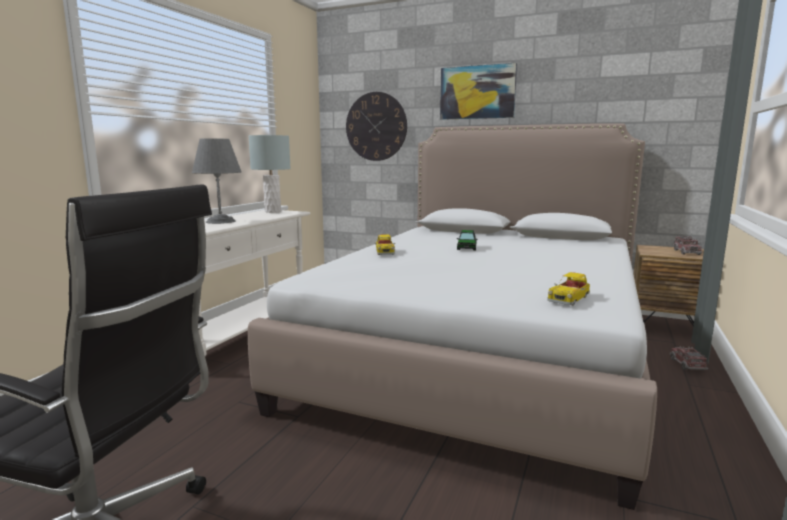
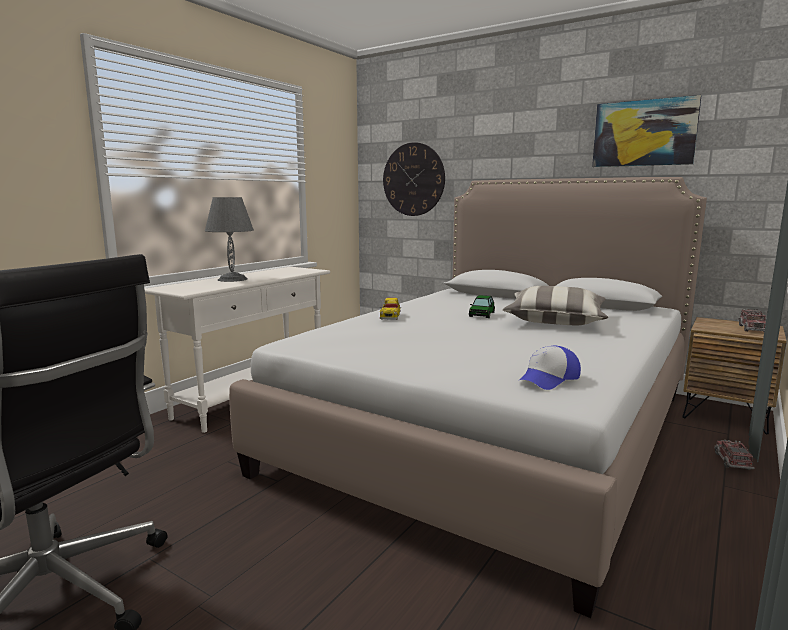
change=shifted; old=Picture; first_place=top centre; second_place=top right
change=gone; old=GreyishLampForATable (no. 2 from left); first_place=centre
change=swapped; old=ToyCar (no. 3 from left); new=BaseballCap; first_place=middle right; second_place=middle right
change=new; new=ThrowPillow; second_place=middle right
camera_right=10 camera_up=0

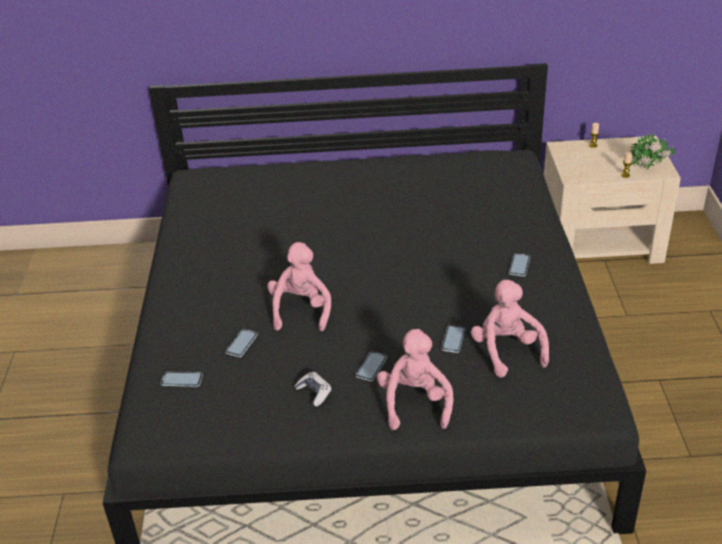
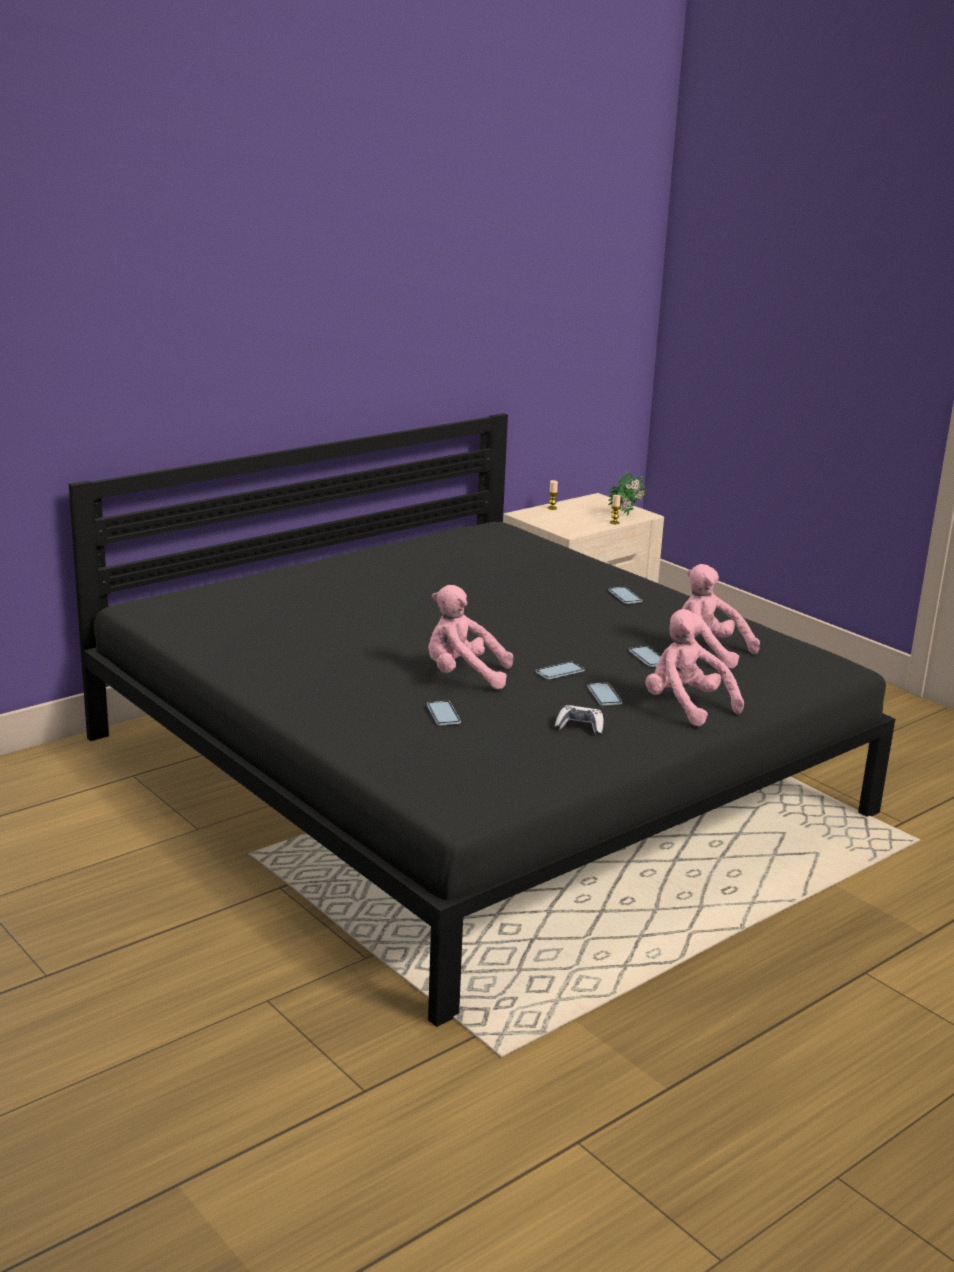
change=rotated; old=PinkishSoftToy (no. 1 from left); first_place=centre; second_place=centre; degrees=-45
change=shifted; old=Phone (no. 1 from left in the first image); new=Phone (no. 2 from left); first_place=bottom left; second_place=centre
camera_right=-40 camera_up=-15

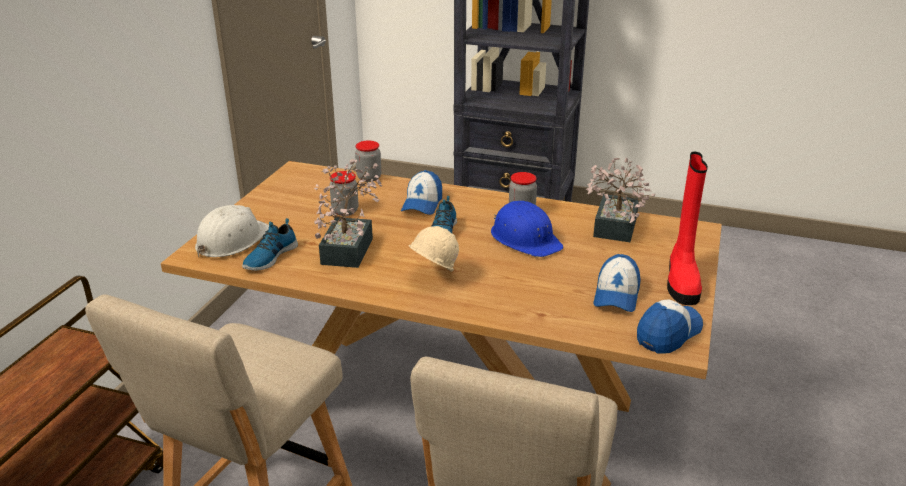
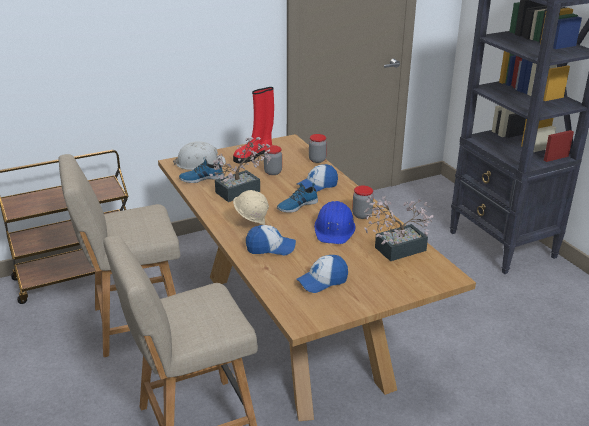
change=shifted; old=ReddishBoot; first_place=middle right; second_place=top centre
change=shifted; old=BaseballCap (no. 3 from left in the first image); new=BaseballCap (no. 1 from left); first_place=bottom right; second_place=centre
camera_right=45 camera_up=0

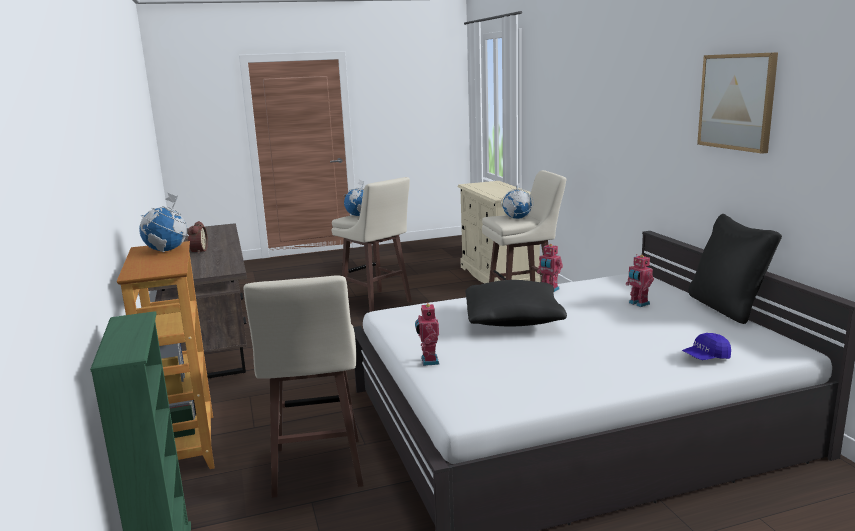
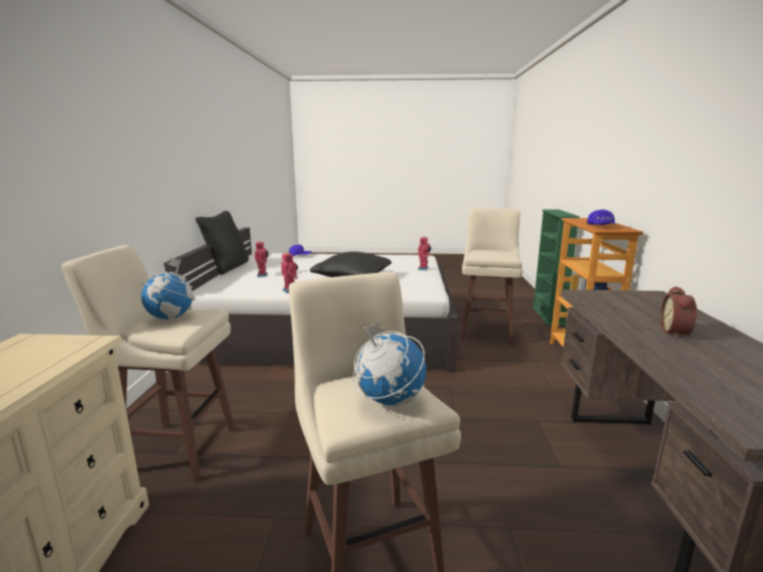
change=gone; old=Picture; first_place=top right
change=swapped; old=DeskGlobe (no. 1 from left); new=BlueColouredBaseballCap (no. 2 from left); first_place=middle left; second_place=middle right
camera_right=-160 camera_up=0

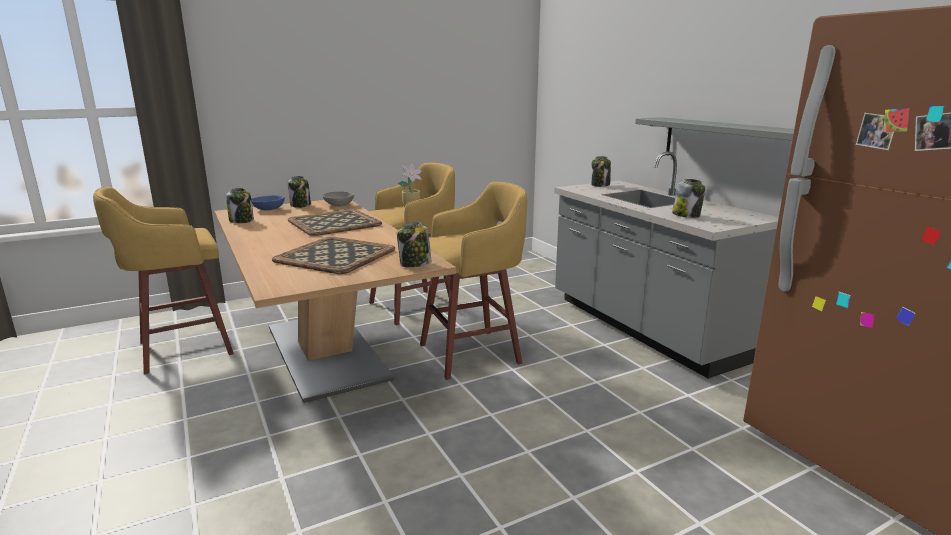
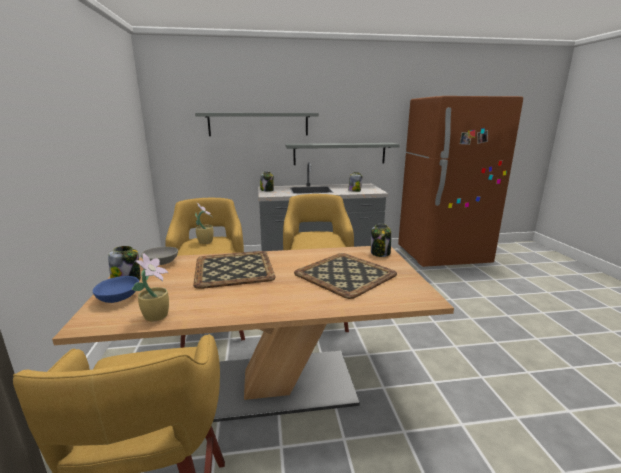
change=swapped; old=PreserveJar (no. 1 from left); new=PlantInAPot (no. 1 from left); first_place=middle left; second_place=middle left
change=new; new=GreyishWallShelf (no. 1 from left); second_place=top centre
camera_right=-70 camera_up=0

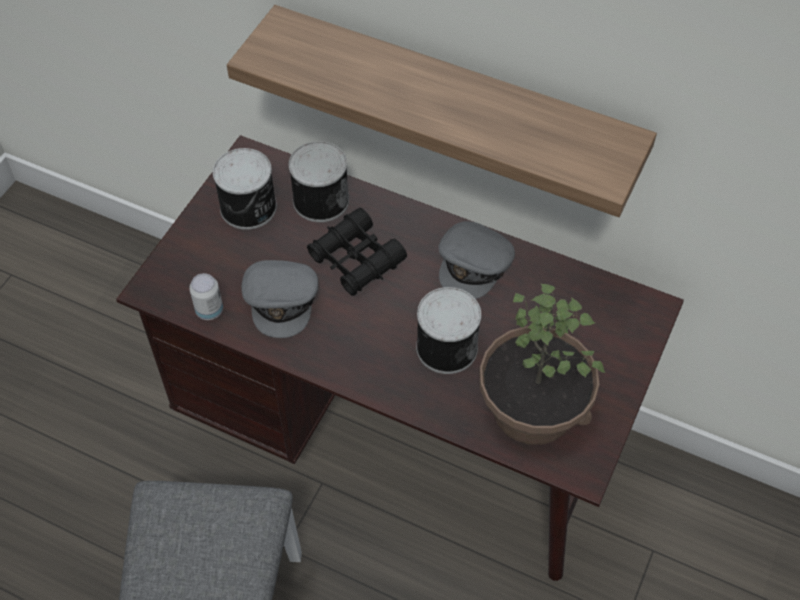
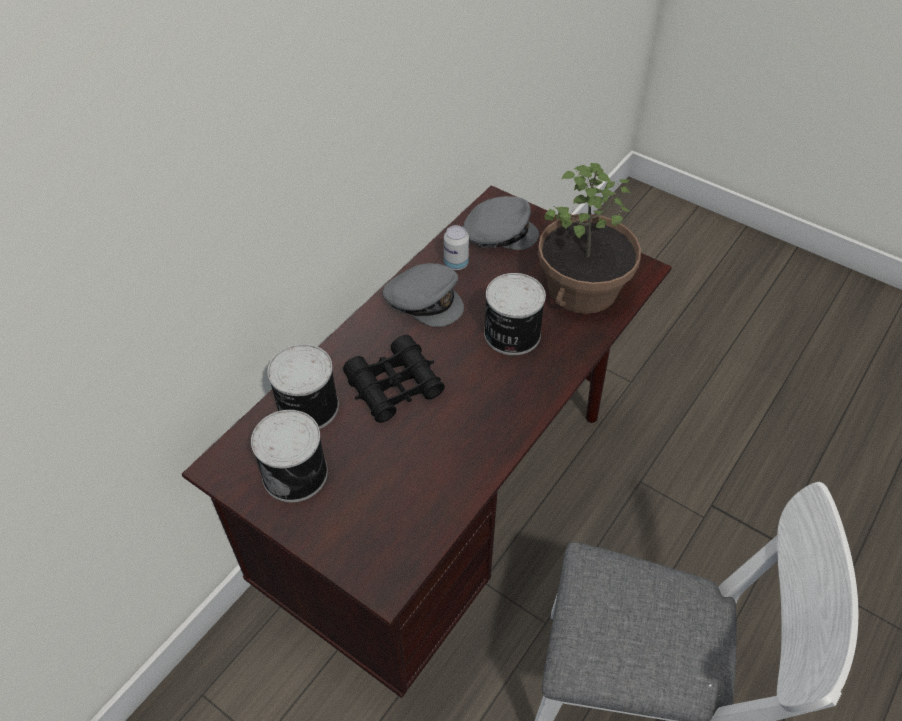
change=gone; old=WallShelf; first_place=top centre
change=shifted; old=GreyishBaseballCap (no. 1 from left in the first image); new=GreyishBaseballCap (no. 2 from left); first_place=centre; second_place=top centre
change=shifted; old=SealedCan (no. 1 from left in the first image); new=SealedCan (no. 3 from left); first_place=middle left; second_place=centre
camera_right=-80 camera_up=-5

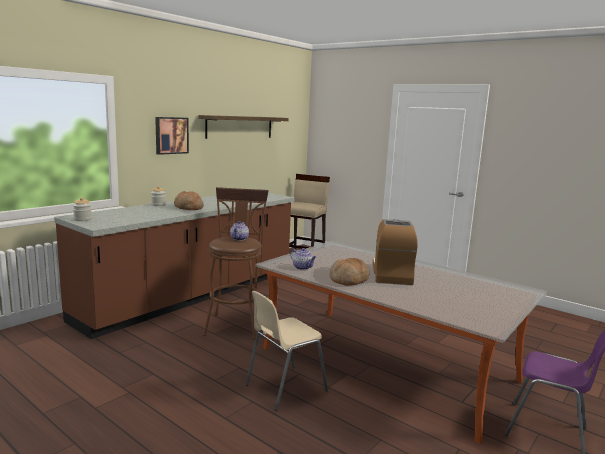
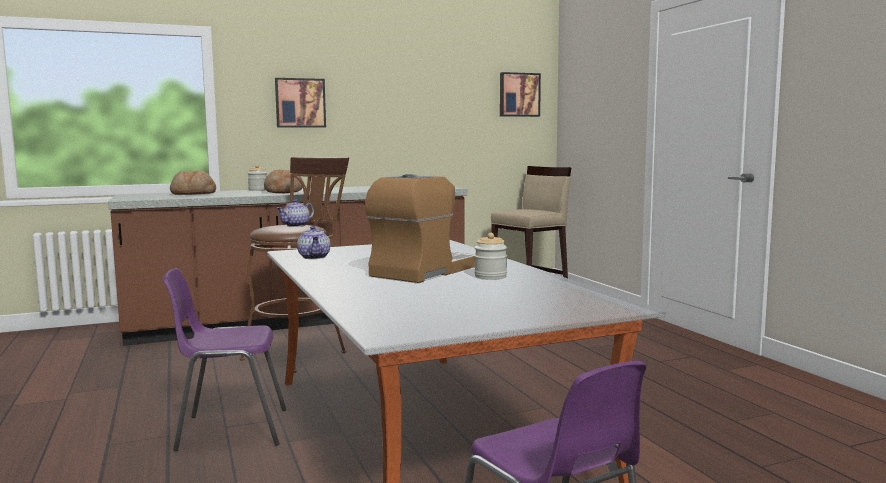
change=gone; old=WallShelf; first_place=top centre
change=shifted; old=PreserveJar (no. 1 from left in the first image); new=PreserveJar (no. 2 from left); first_place=middle left; second_place=centre
change=shifted; old=BakedBread (no. 2 from left in the first image); new=BakedBread (no. 1 from left); first_place=centre; second_place=middle left
change=repainted; old=BeigeColouredUprightChair; new=PurpleUprightChair (no. 1 from left); first_place=bottom centre; second_place=bottom left
change=new; new=Picture (no. 2 from left); second_place=top centre
camera_right=30 camera_up=-5

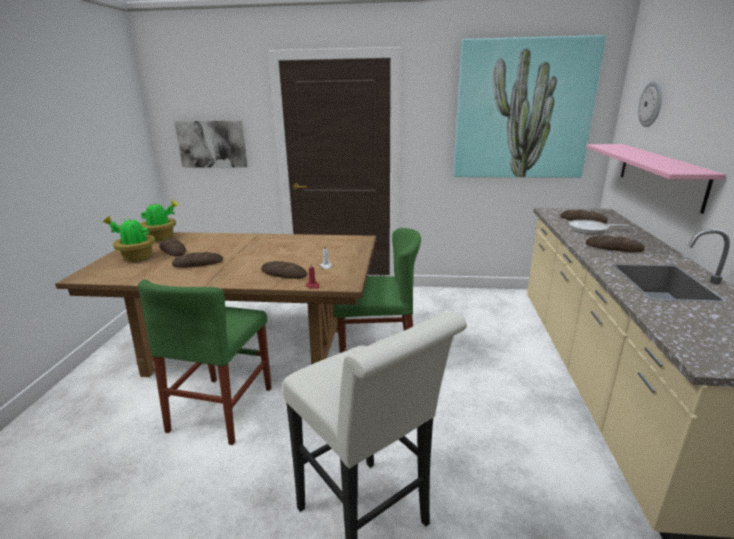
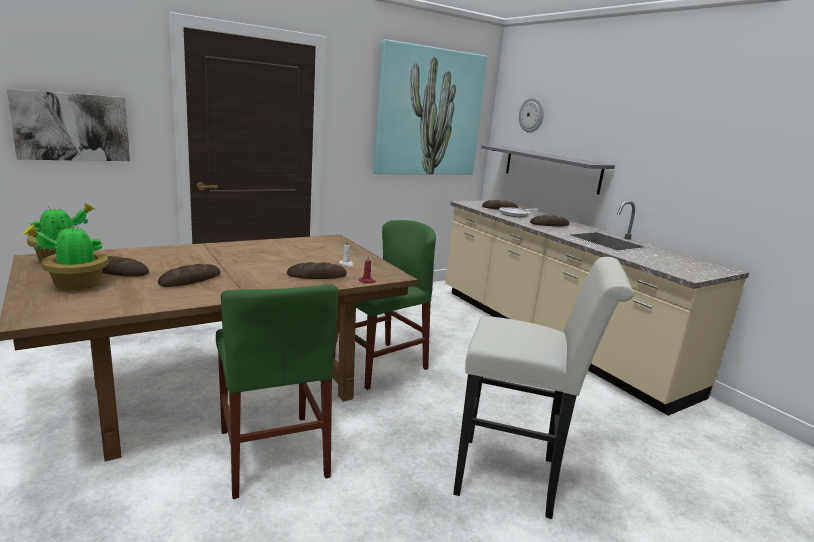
change=repainted; old=PinkishWallShelf; new=GreyishWallShelf; first_place=top right; second_place=top right
camera_right=-40 camera_up=-5

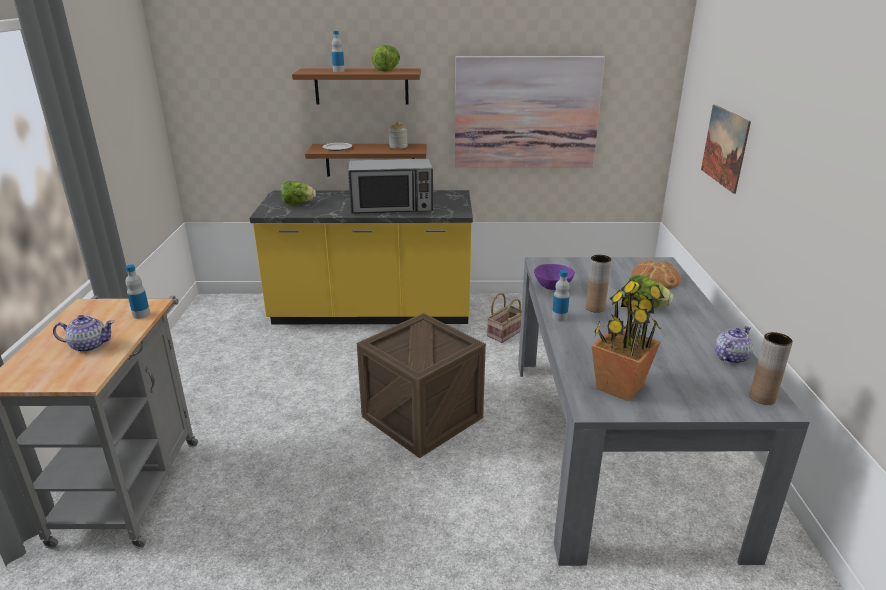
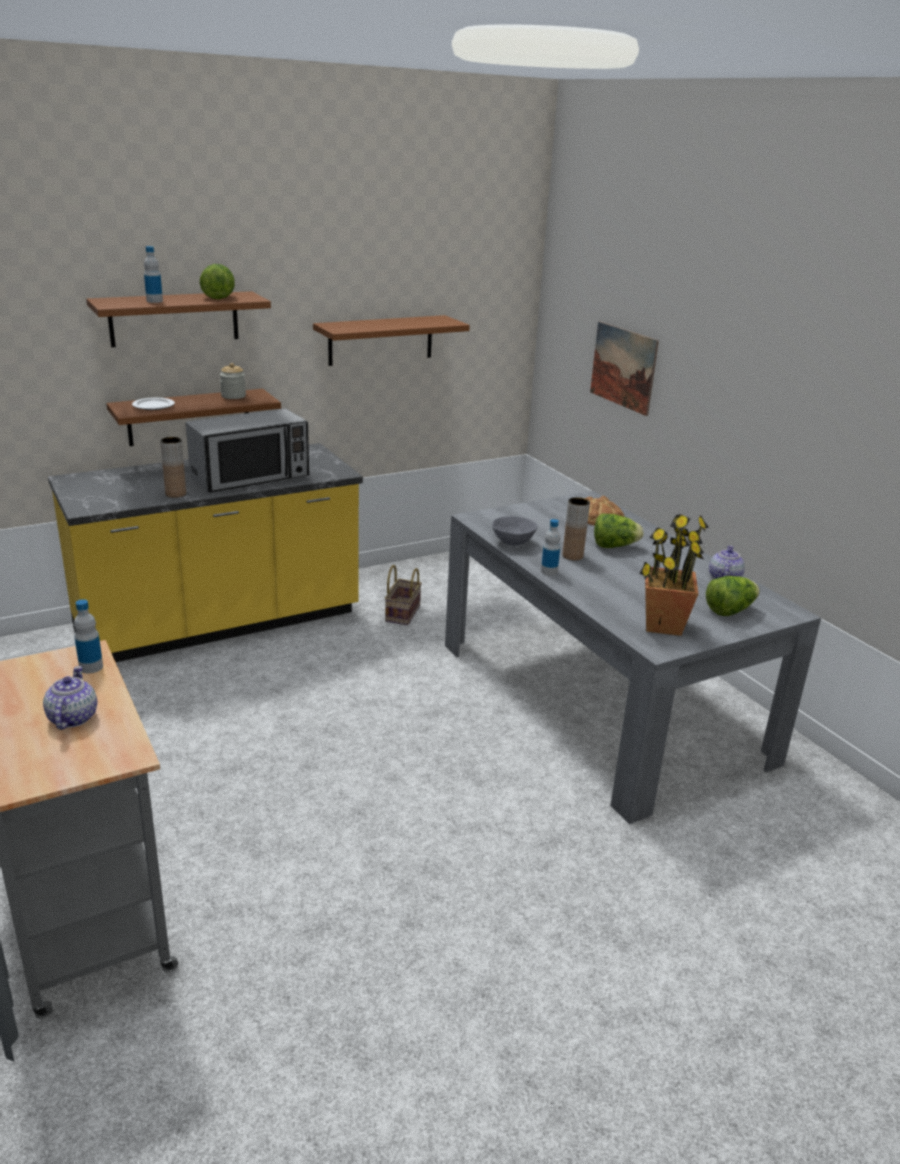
change=swapped; old=Picture (no. 1 from left); new=BrownishWallShelf (no. 3 from left); first_place=top centre; second_place=top centre
change=shifted; old=HeadOfLettuce (no. 1 from left in the first image); new=HeadOfLettuce (no. 3 from left); first_place=top centre; second_place=middle right
change=repainted; old=PurpleBowl; new=GreyishBowl; first_place=centre; second_place=centre
change=gone; old=Crate; first_place=centre
change=rotated; old=TeaPot (no. 1 from left); first_place=middle left; second_place=middle left; degrees=-60
change=shifted; old=BrownishDecorativeVase (no. 2 from left in the first image); new=BrownishDecorativeVase (no. 1 from left); first_place=middle right; second_place=middle left
camera_right=-30 camera_up=0

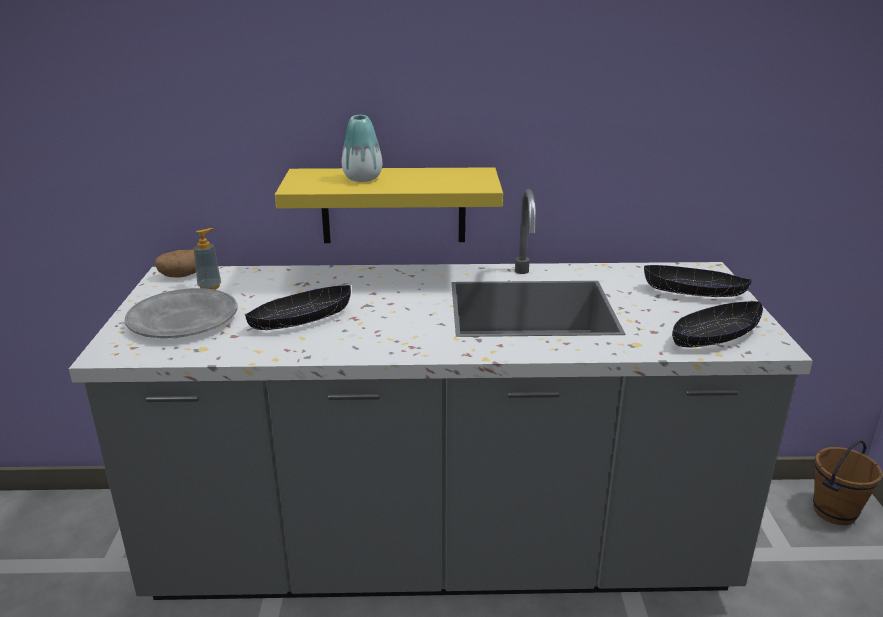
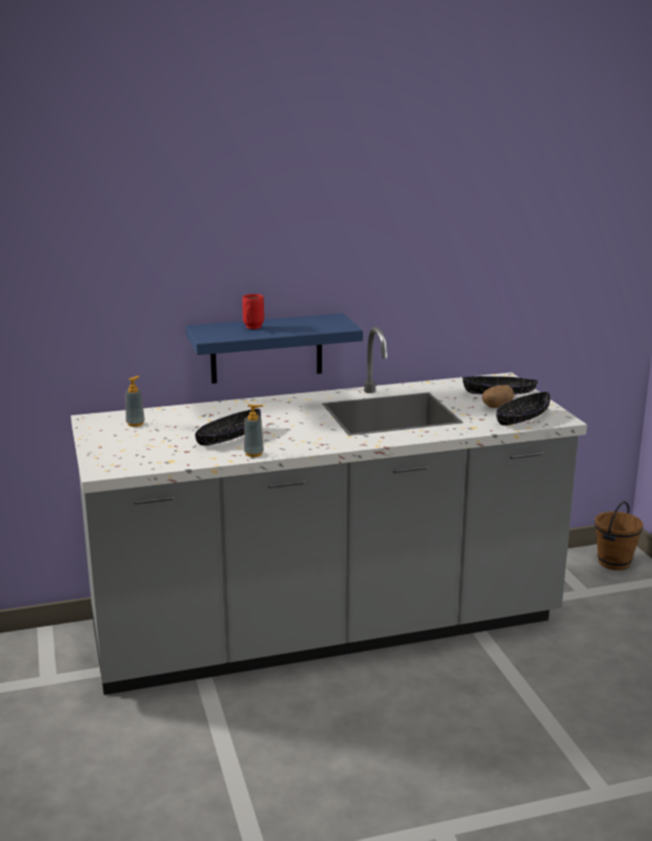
change=swapped; old=DecorativeVase; new=ReddishCoffeeMug; first_place=top centre; second_place=centre
change=repainted; old=YellowWallShelf; new=BlueColouredWallShelf; first_place=top centre; second_place=centre
change=shifted; old=Potato; first_place=middle left; second_place=middle right
change=gone; old=GreyishFlatDish; first_place=middle left
change=new; new=SoapBottle (no. 2 from left); second_place=centre
camera_right=-15 camera_up=-5

